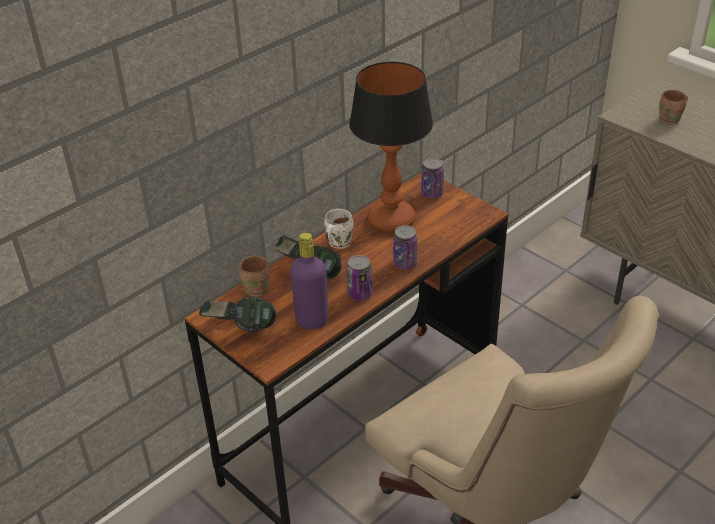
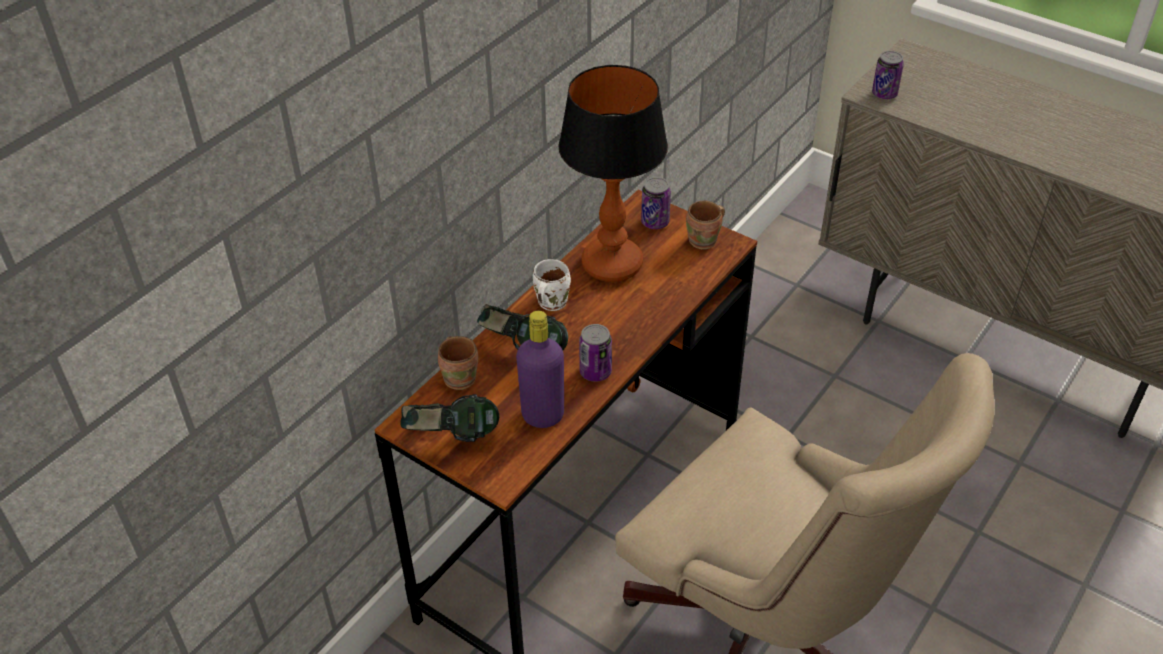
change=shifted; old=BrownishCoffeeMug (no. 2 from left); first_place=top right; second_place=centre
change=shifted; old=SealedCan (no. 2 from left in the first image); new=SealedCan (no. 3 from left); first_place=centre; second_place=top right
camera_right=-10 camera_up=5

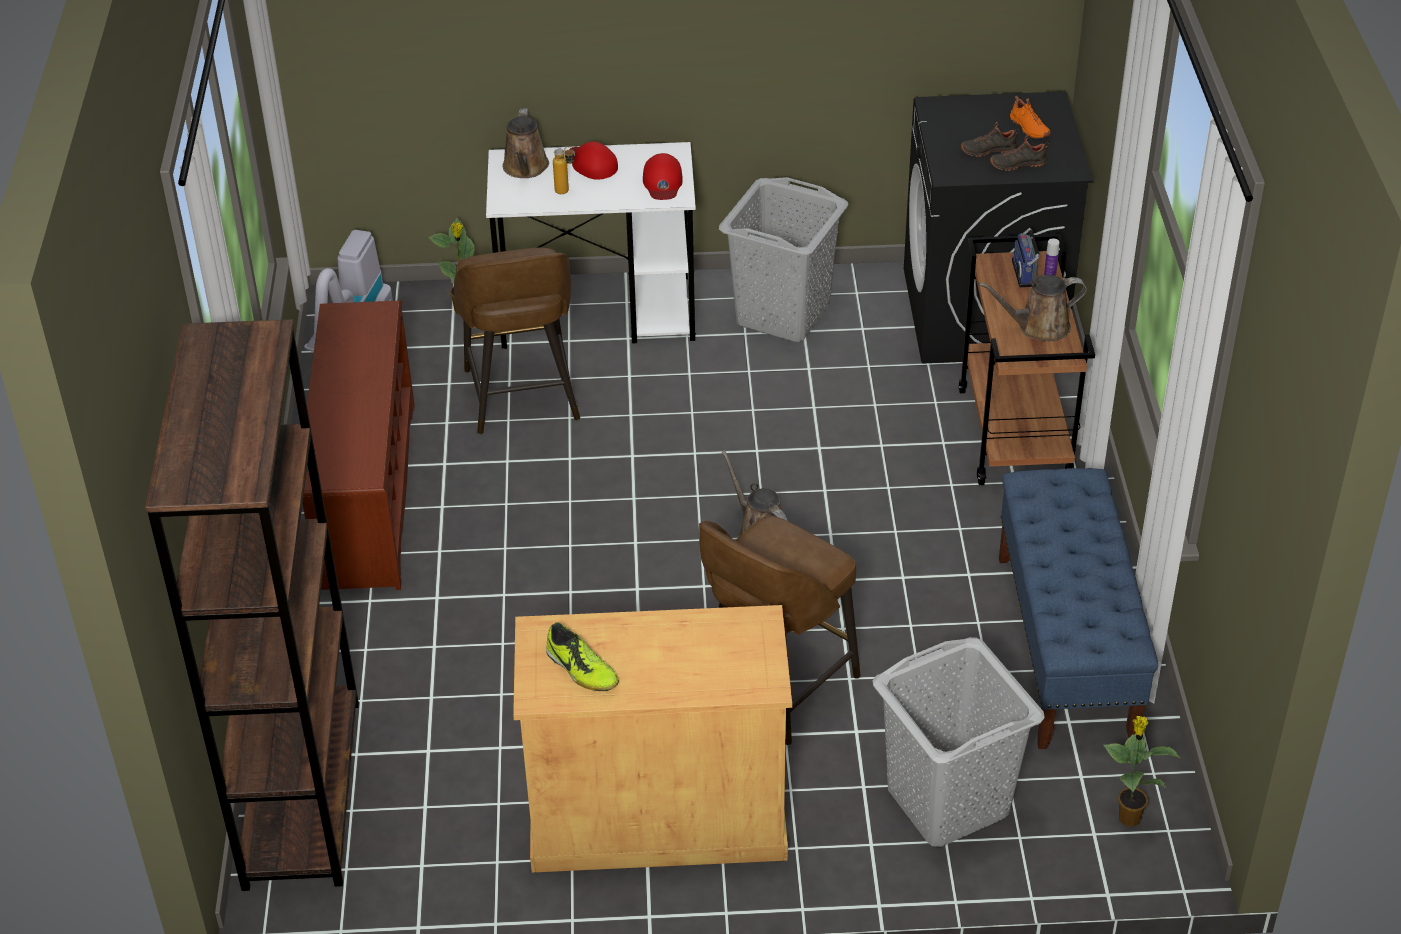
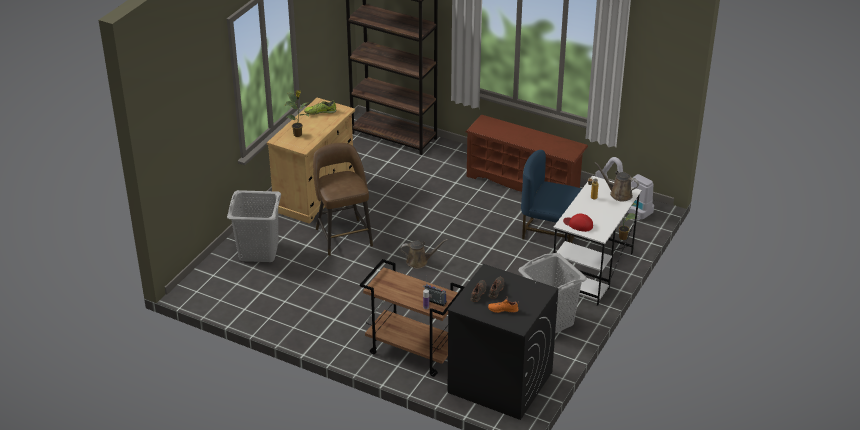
change=gone; old=ReddishBaseballCap (no. 1 from left); first_place=top centre
change=swapped; old=BrownishStoolSeat (no. 1 from left); new=BlueColouredUprightChair; first_place=centre; second_place=centre
change=gone; old=BrownishWateringPot (no. 3 from left); first_place=top right
change=gone; old=BlueColouredIndoorBench; first_place=middle right
change=shifted; old=PlantInAPot (no. 2 from left in the first image); new=PlantInAPot (no. 1 from left); first_place=bottom right; second_place=top centre
camera_right=120 camera_up=-5

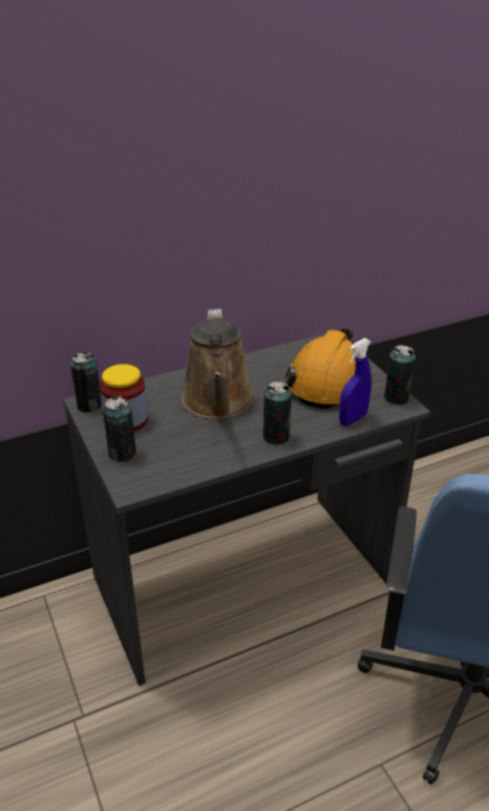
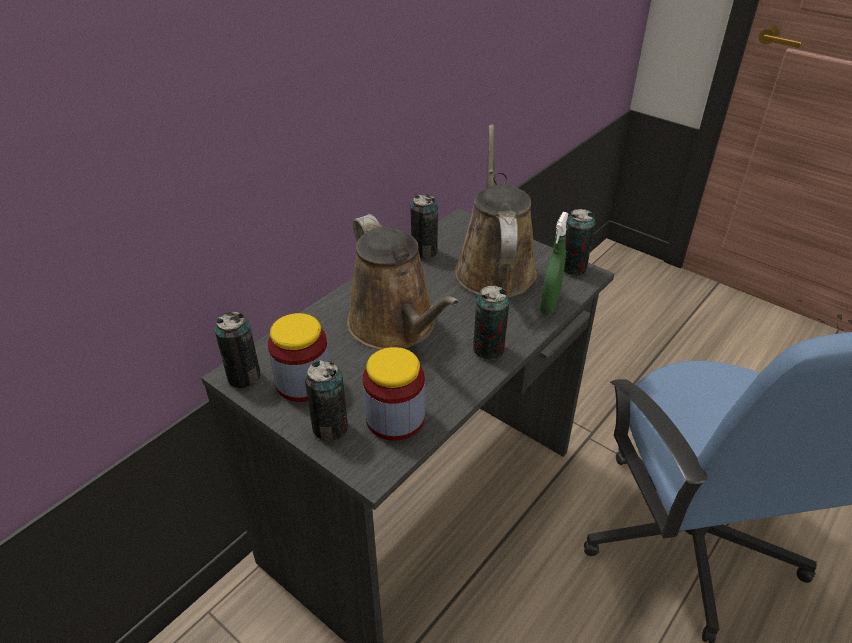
change=swapped; old=OrangeHardHat; new=BrownishWateringPot (no. 2 from left); first_place=middle right; second_place=top centre
change=repainted; old=BlueColouredSprayBottle; new=GreenishSprayBottle; first_place=middle right; second_place=centre
change=new; new=SealedCan (no. 3 from left); second_place=centre
change=new; new=PreserveJar (no. 2 from left); second_place=centre
camera_right=-25 camera_up=5

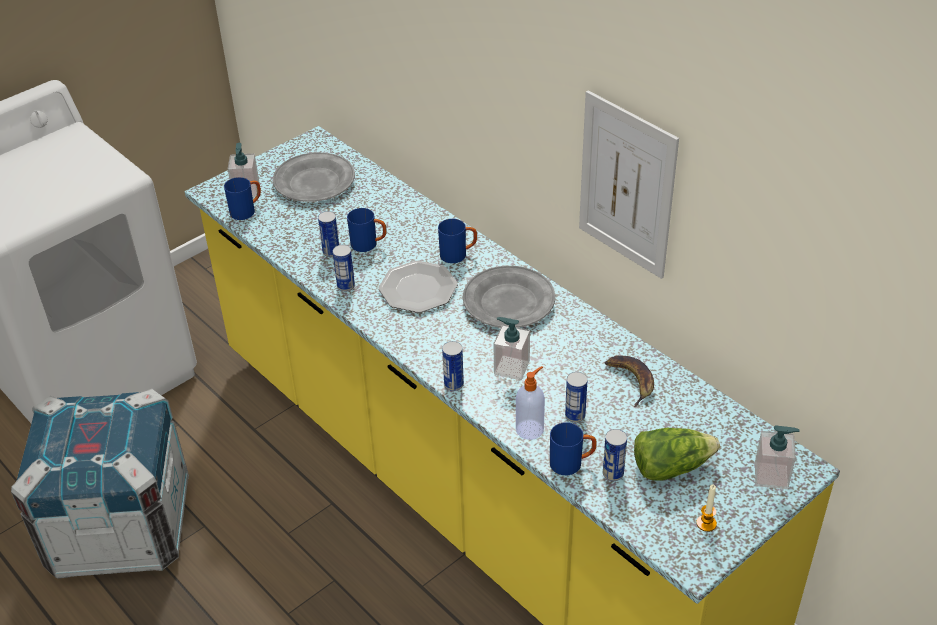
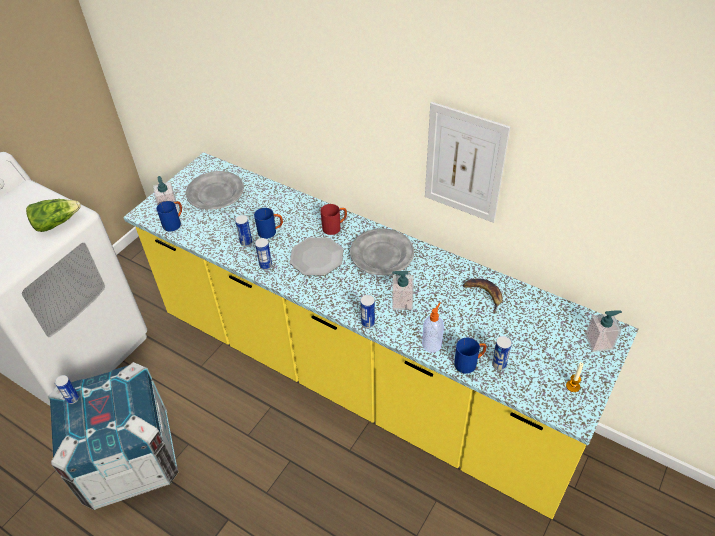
change=repainted; old=BlueColouredCoffeeMug (no. 3 from left); new=ReddishCoffeeMug; first_place=centre; second_place=centre
change=shifted; old=SealedCan (no. 4 from left in the first image); new=SealedCan (no. 1 from left); first_place=centre; second_place=bottom left
change=shifted; old=HeadOfLettuce; first_place=bottom right; second_place=middle left
camera_right=-15 camera_up=5

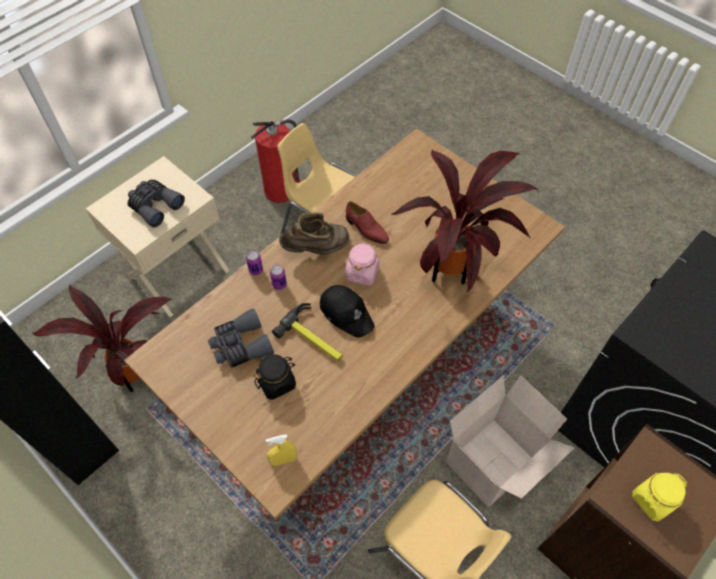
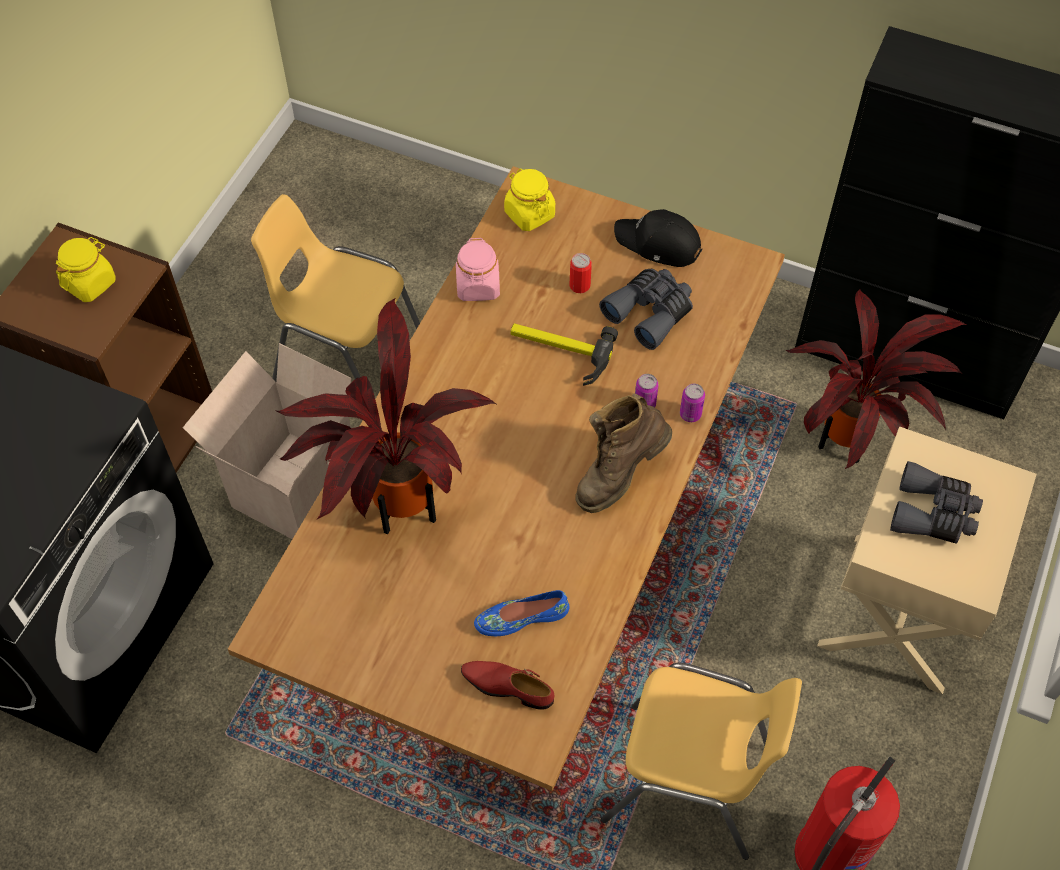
change=shifted; old=ReddishLowShoe; first_place=centre; second_place=bottom centre
change=shifted; old=PinkishPreserveJar; first_place=centre; second_place=top centre
change=shifted; old=BlackBaseballCap; first_place=centre; second_place=top centre
change=swapped; old=BlackPreserveJar; new=SealedCan (no. 1 from left); first_place=centre; second_place=top centre
change=swapped; old=YellowSprayBottle; new=YellowPreserveJar (no. 2 from left); first_place=bottom centre; second_place=top centre
change=new; new=BlueColouredLowShoe; second_place=bottom centre
camera_right=160 camera_up=0

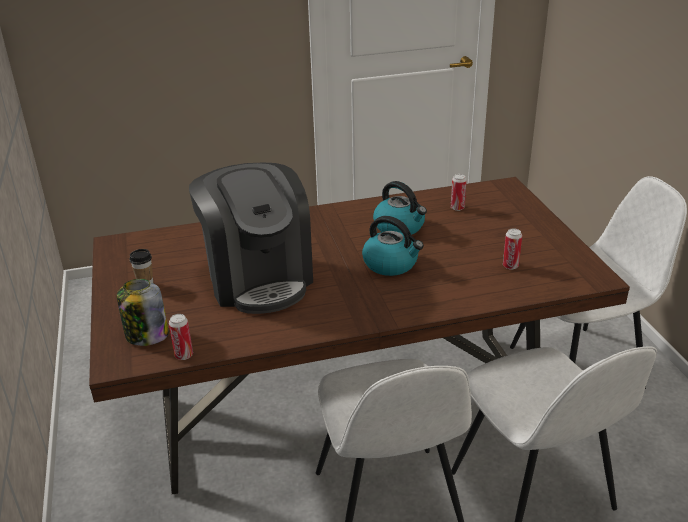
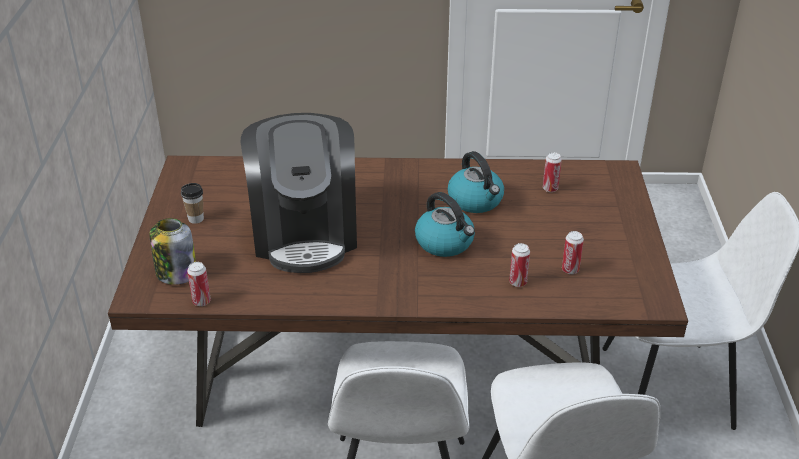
change=new; new=SealedCan (no. 2 from left); second_place=centre
camera_right=15 camera_up=5

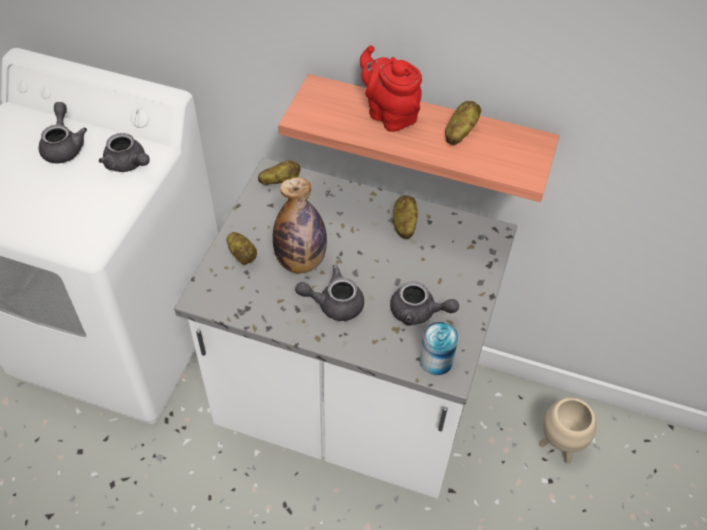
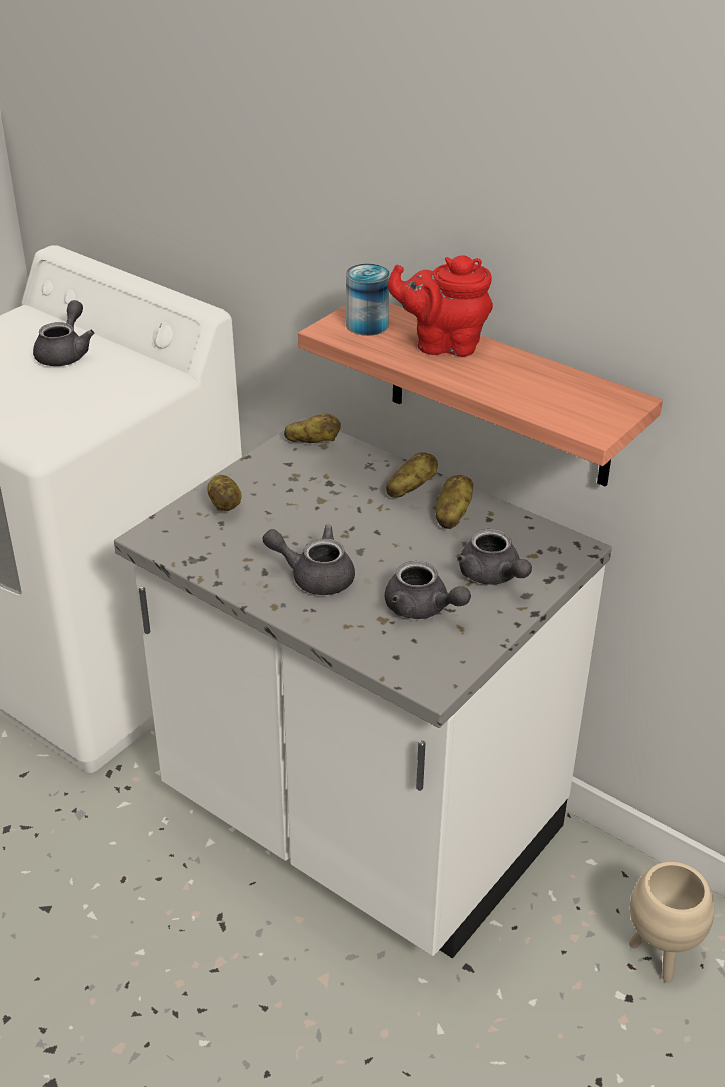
change=rotated; old=ReddishTeaPot; first_place=top centre; second_place=top centre; degrees=-60
change=shifted; old=Potato (no. 4 from left in the first image); new=Potato (no. 3 from left); first_place=top centre; second_place=centre
change=shifted; old=GreyishTeaPot (no. 2 from left in the first image); new=GreyishTeaPot (no. 4 from left); first_place=top left; second_place=middle right
change=gone; old=DrinkBottle; first_place=centre
change=shifted; old=SealedCan; first_place=centre; second_place=top centre
camera_right=20 camera_up=-15

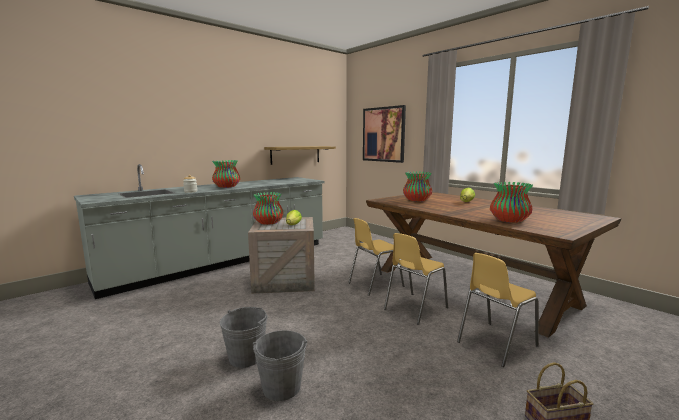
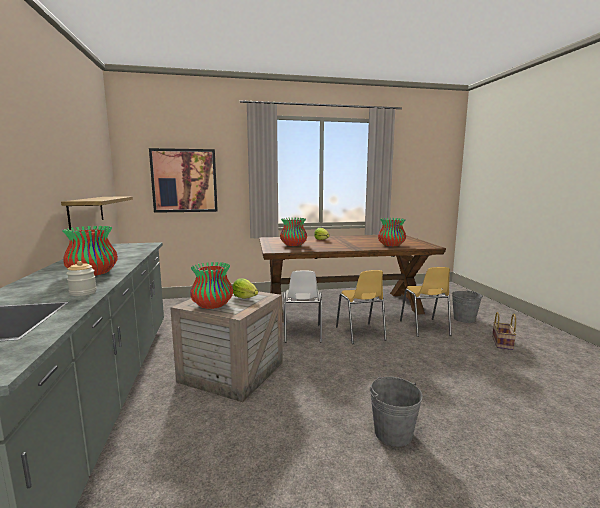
change=repainted; old=YellowUprightChair (no. 1 from left); new=WhitishUprightChair; first_place=centre; second_place=centre
change=shifted; old=GreyishPail (no. 2 from left); first_place=bottom centre; second_place=middle right
camera_right=-60 camera_up=0

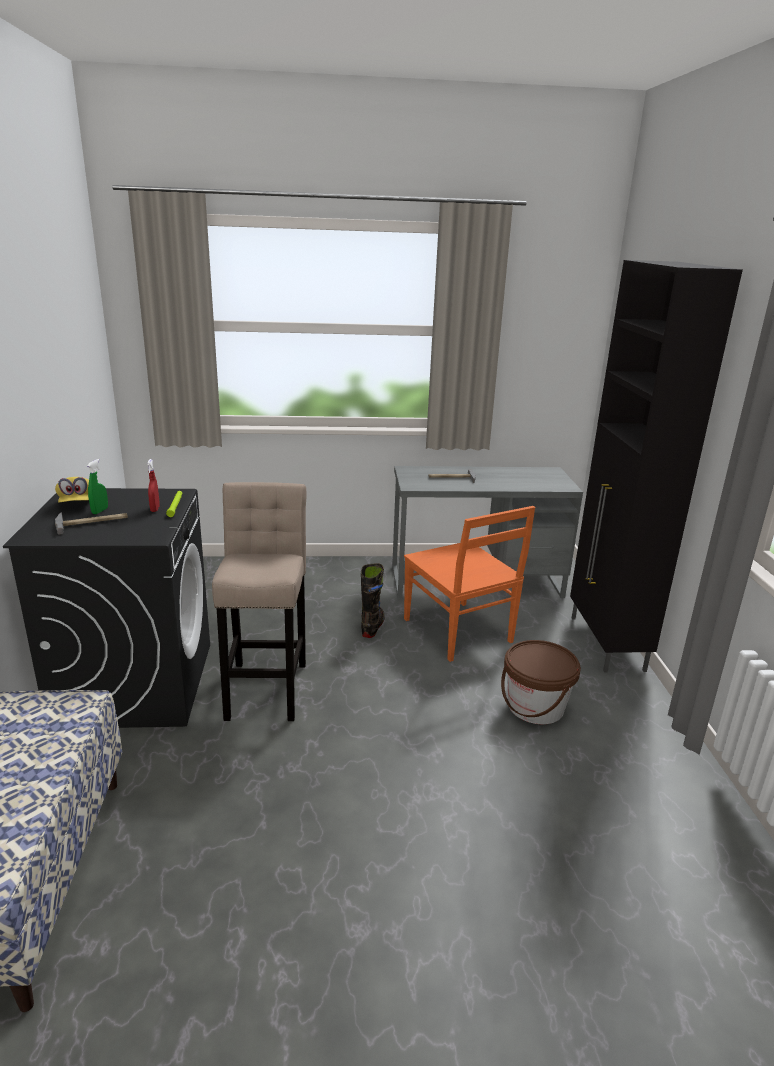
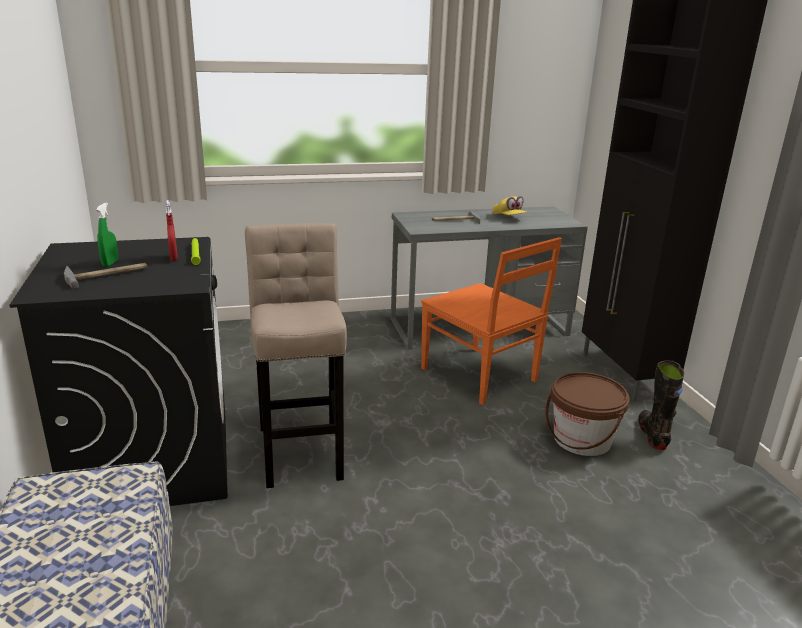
change=shifted; old=YellowBaseballCap; first_place=middle left; second_place=top centre
change=shifted; old=BlackBoot; first_place=centre; second_place=middle right
camera_right=-10 camera_up=0

